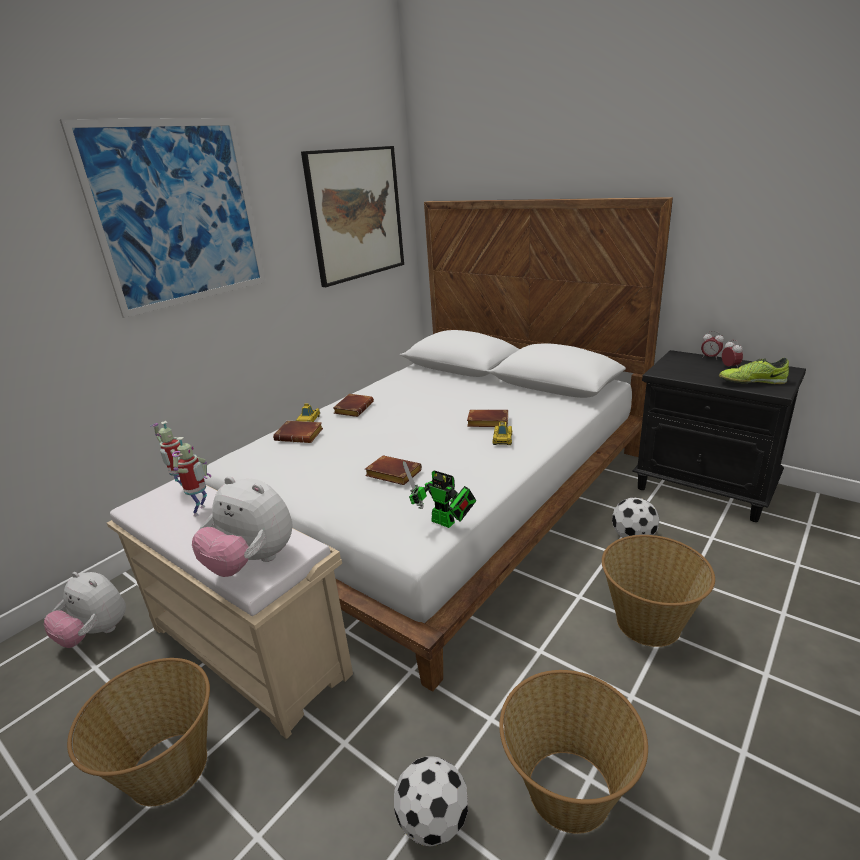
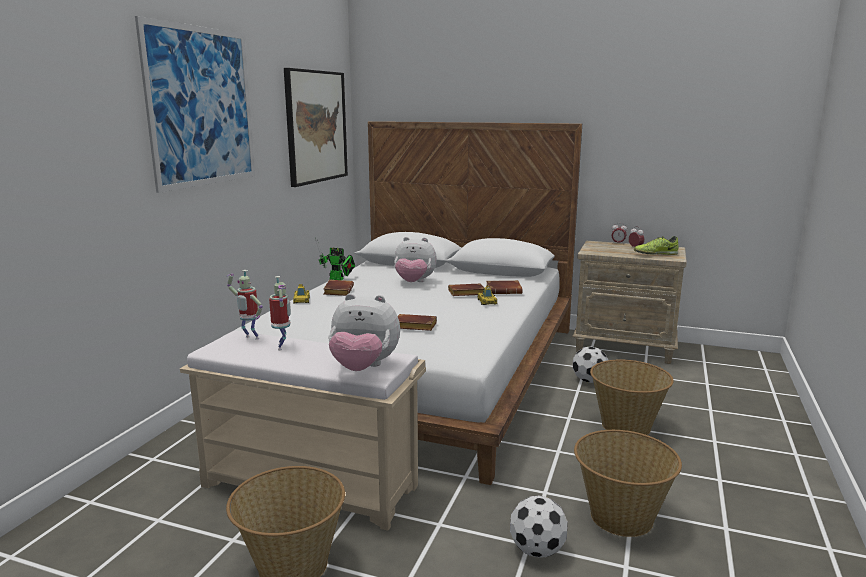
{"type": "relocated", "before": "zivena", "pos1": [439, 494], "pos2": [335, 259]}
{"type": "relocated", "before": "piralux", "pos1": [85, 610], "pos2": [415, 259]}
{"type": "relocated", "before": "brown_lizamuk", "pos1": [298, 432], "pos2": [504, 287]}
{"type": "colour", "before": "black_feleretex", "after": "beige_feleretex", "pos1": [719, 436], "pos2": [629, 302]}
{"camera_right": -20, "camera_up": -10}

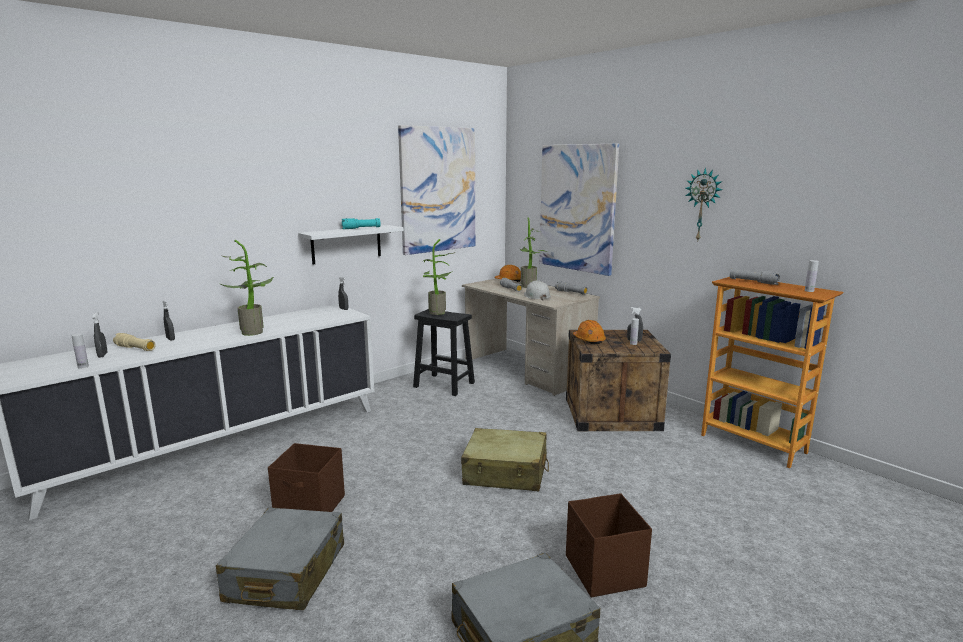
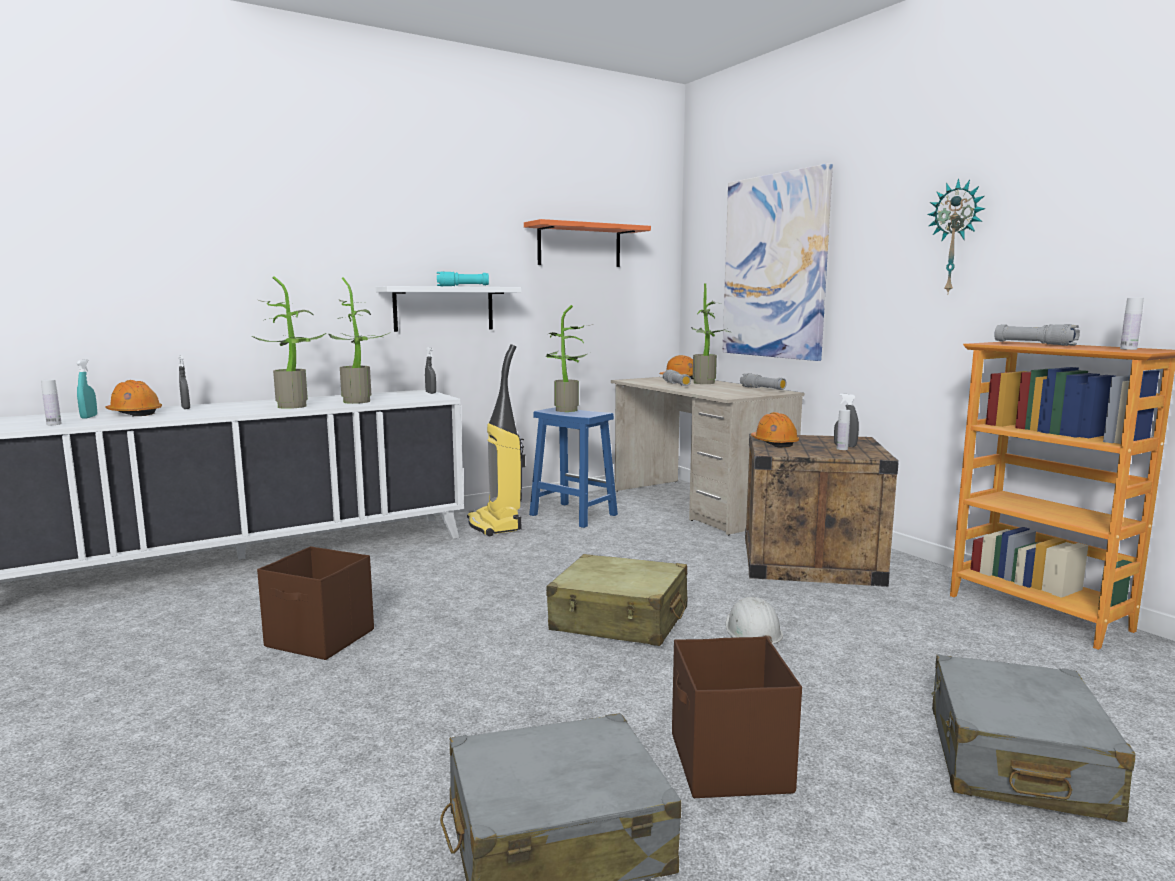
{"type": "colour", "before": "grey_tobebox", "after": "turquoise_tobebox", "pos1": [99, 335], "pos2": [86, 389]}
{"type": "exchanged", "before": "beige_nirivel", "after": "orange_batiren", "pos1": [134, 342], "pos2": [133, 398]}
{"type": "appeared", "after": "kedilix", "pos2": [358, 340]}
{"type": "appeared", "after": "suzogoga", "pos2": [496, 440]}
{"type": "exchanged", "before": "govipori", "after": "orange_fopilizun", "pos1": [436, 190], "pos2": [587, 243]}
{"type": "colour", "before": "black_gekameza", "after": "blue_gekameza", "pos1": [444, 352], "pos2": [573, 467]}
{"type": "relocated", "before": "white_batiren", "pos1": [537, 290], "pos2": [754, 620]}
{"type": "relocated", "before": "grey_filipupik", "pos1": [280, 558], "pos2": [1034, 738]}
{"camera_right": 10, "camera_up": -5}

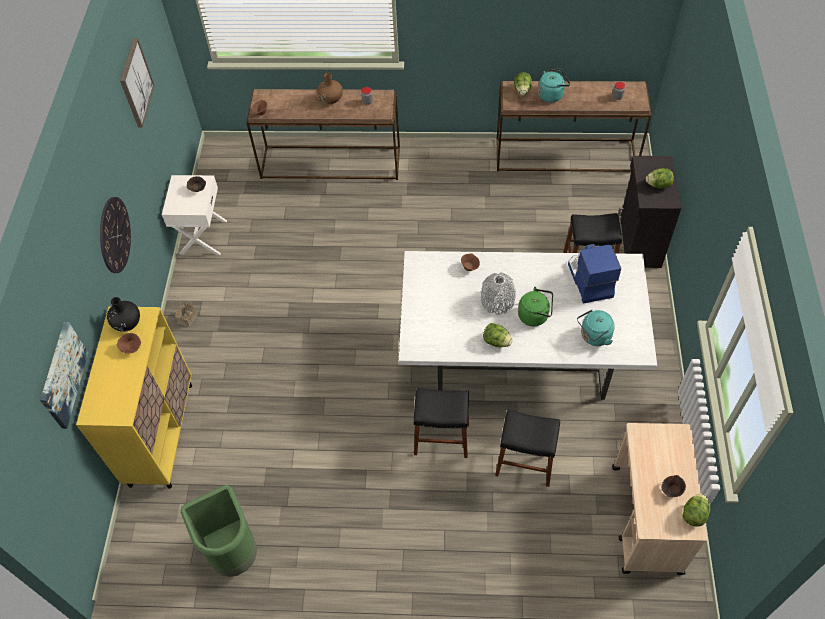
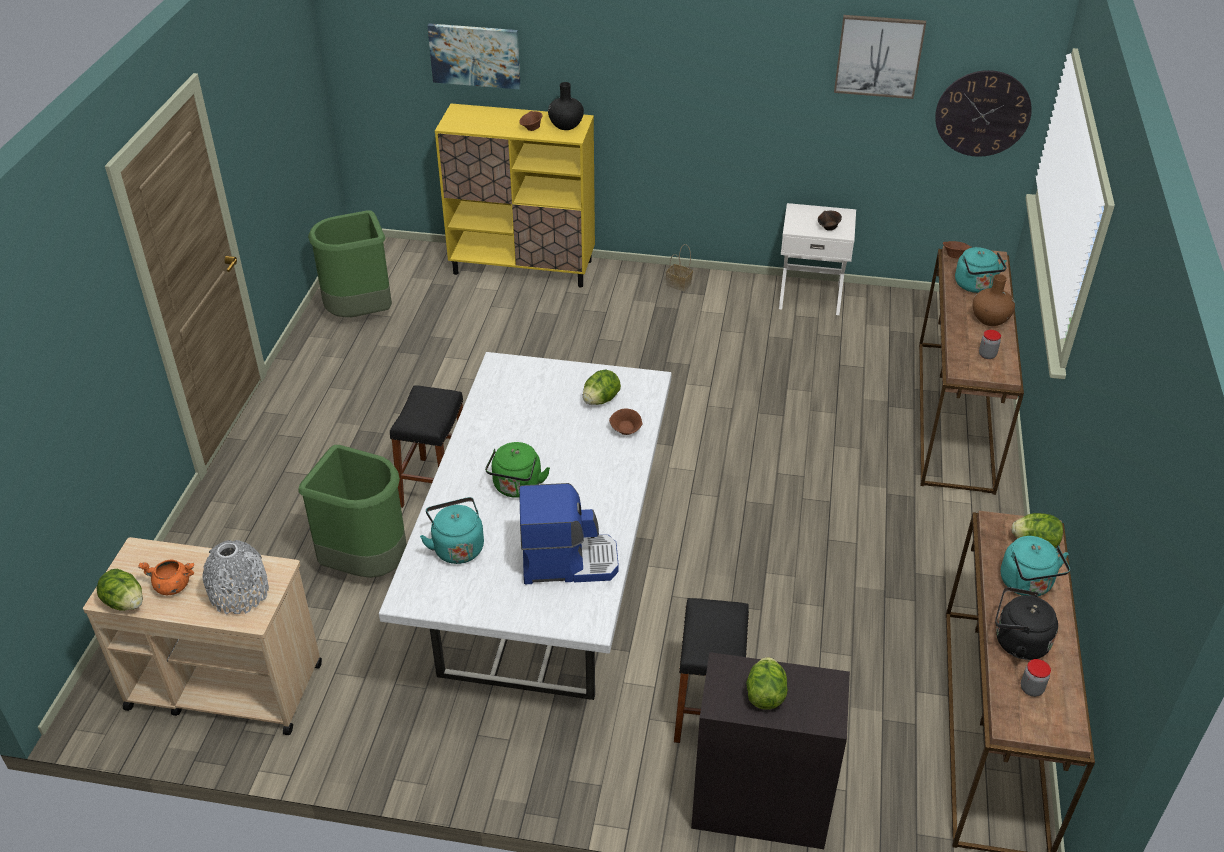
{"type": "exchanged", "before": "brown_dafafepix", "after": "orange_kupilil", "pos1": [674, 486], "pos2": [166, 577]}
{"type": "relocated", "before": "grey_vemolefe", "pos1": [498, 294], "pos2": [235, 577]}
{"type": "exchanged", "before": "black_gekameza", "after": "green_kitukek", "pos1": [527, 448], "pos2": [352, 511]}
{"type": "relocated", "before": "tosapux", "pos1": [497, 335], "pos2": [602, 387]}
{"type": "relocated", "before": "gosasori", "pos1": [115, 235], "pos2": [983, 113]}
{"type": "appeared", "after": "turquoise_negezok", "pos2": [981, 270]}
{"type": "appeared", "after": "black_negezok", "pos2": [1026, 623]}
{"camera_right": 95, "camera_up": -15}

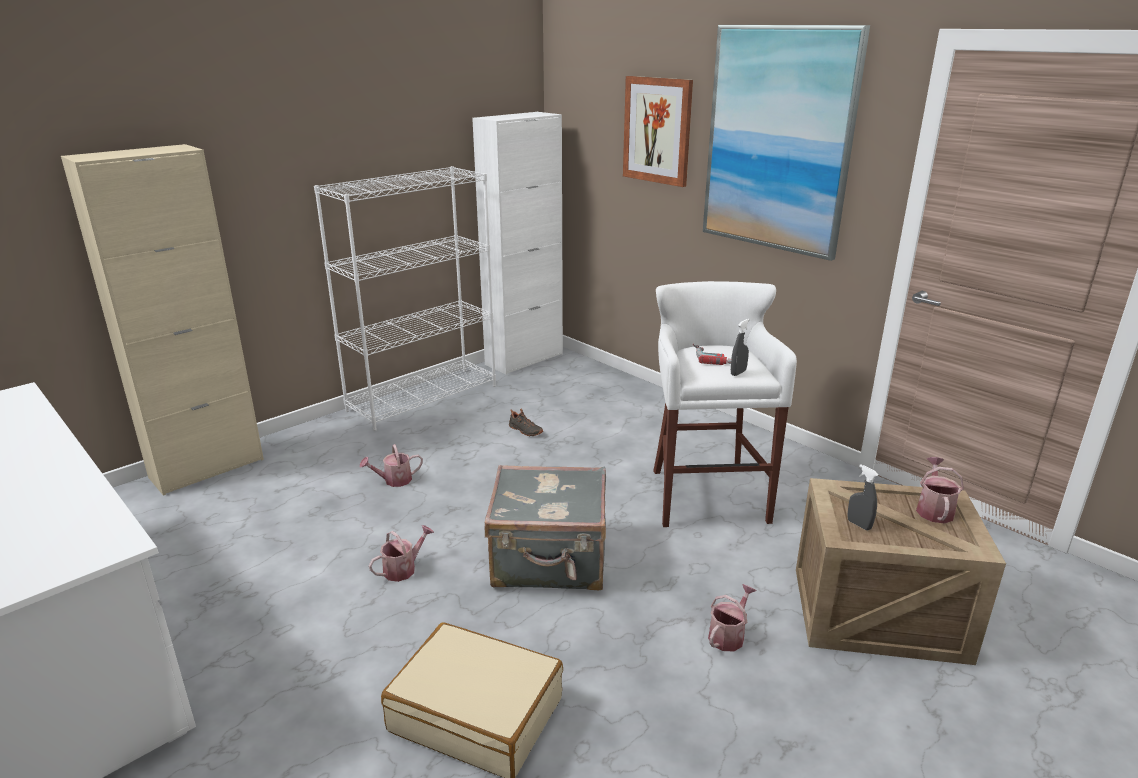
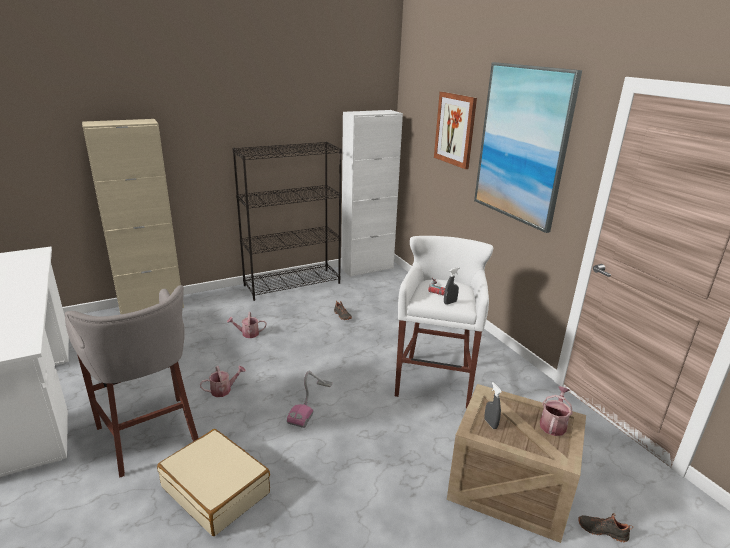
{"type": "appeared", "after": "grey_gekameza", "pos2": [131, 381]}
{"type": "colour", "before": "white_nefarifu", "after": "black_nefarifu", "pos1": [405, 298], "pos2": [287, 221]}
{"type": "exchanged", "before": "grey_filipupik", "after": "suzogoga", "pos1": [545, 527], "pos2": [310, 399]}
{"type": "appeared", "after": "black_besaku", "pos2": [605, 527]}
{"type": "missing", "before": "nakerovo", "pos1": [732, 617]}
{"camera_right": 15, "camera_up": 0}

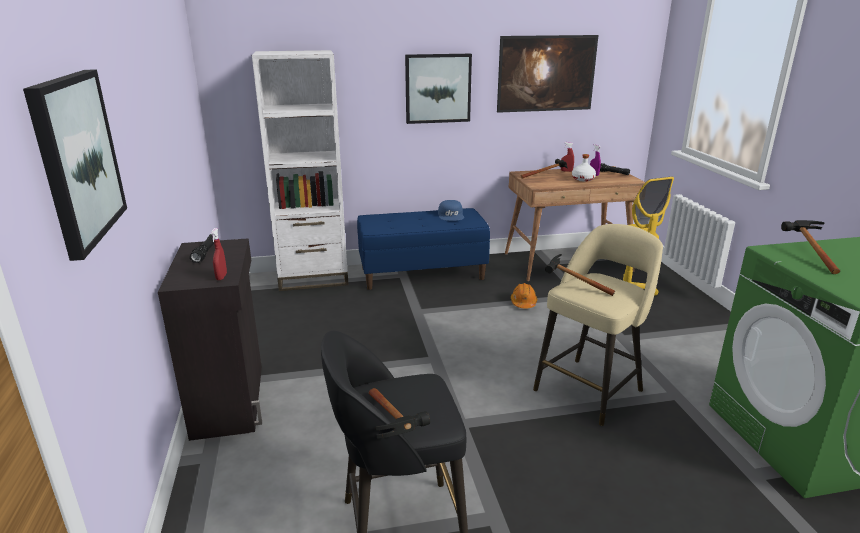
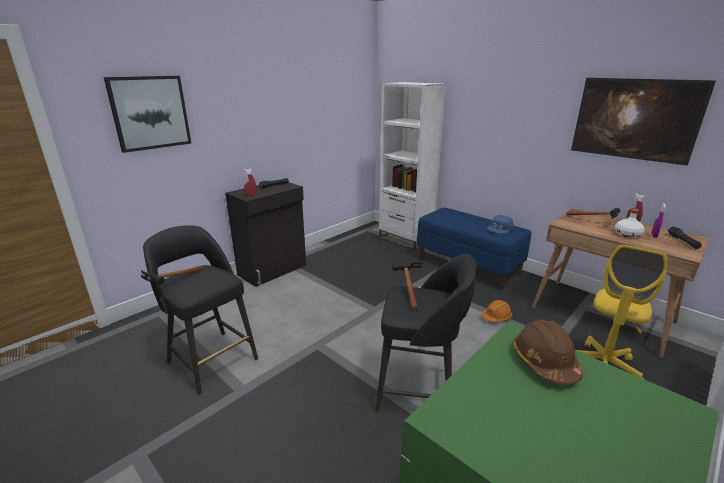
{"type": "colour", "before": "beige_gekameza", "after": "black_gekameza", "pos1": [598, 325], "pos2": [426, 332]}
{"type": "exchanged", "before": "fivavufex", "after": "brown_batiren", "pos1": [810, 247], "pos2": [548, 352]}
{"type": "missing", "before": "govipori", "pos1": [438, 89]}
{"camera_right": 55, "camera_up": 0}

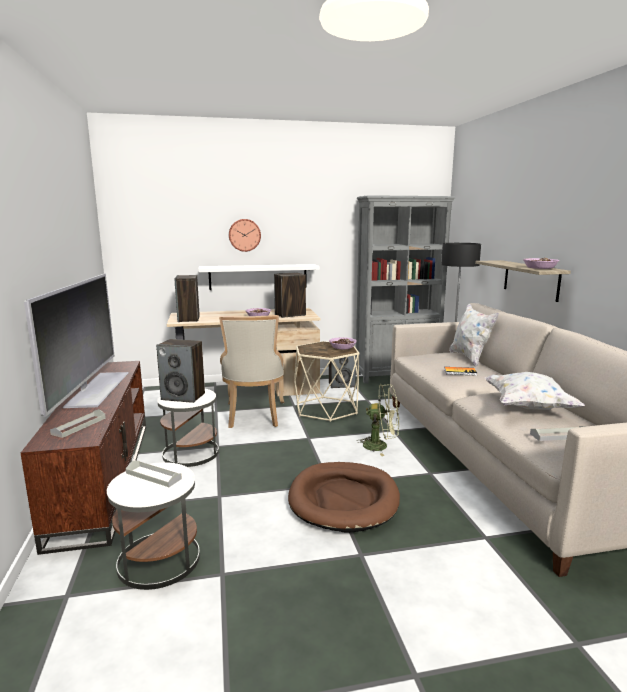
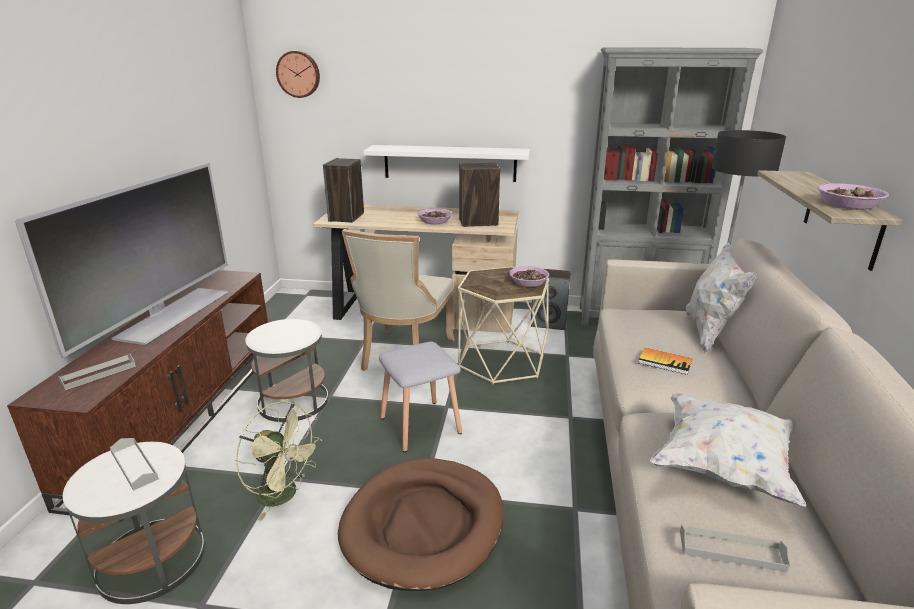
{"type": "relocated", "before": "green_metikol", "pos1": [377, 420], "pos2": [279, 460]}
{"type": "relocated", "before": "gosasori", "pos1": [245, 235], "pos2": [298, 74]}
{"type": "appeared", "after": "grey_gekameza", "pos2": [420, 397]}
{"type": "missing", "before": "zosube", "pos1": [180, 371]}
{"camera_right": 20, "camera_up": 10}

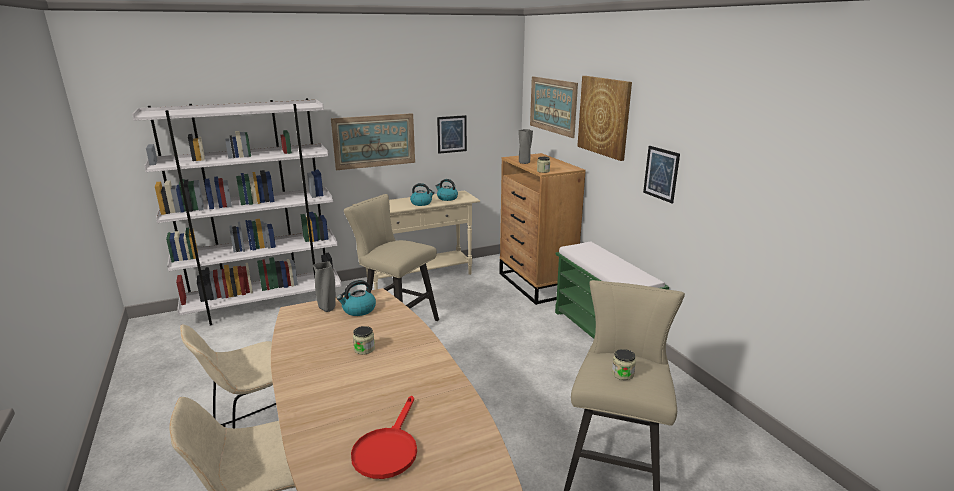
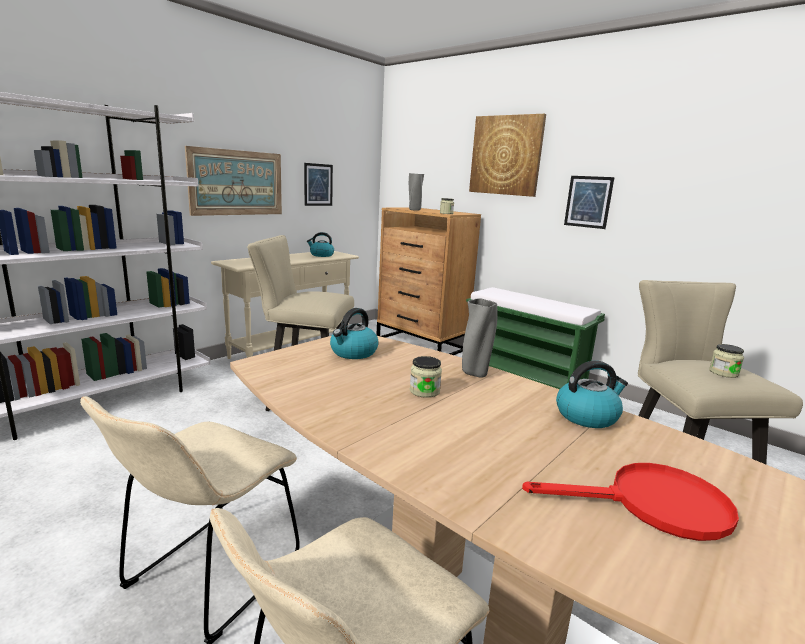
{"type": "relocated", "before": "grey_vemolefe", "pos1": [324, 286], "pos2": [480, 337]}
{"type": "spun", "before": "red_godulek", "pos1": [384, 437], "pos2": [630, 502], "turn": -75}
{"type": "relocated", "before": "negezok", "pos1": [422, 194], "pos2": [592, 394]}
{"type": "missing", "before": "govipori", "pos1": [554, 107]}
{"camera_right": -25, "camera_up": -5}

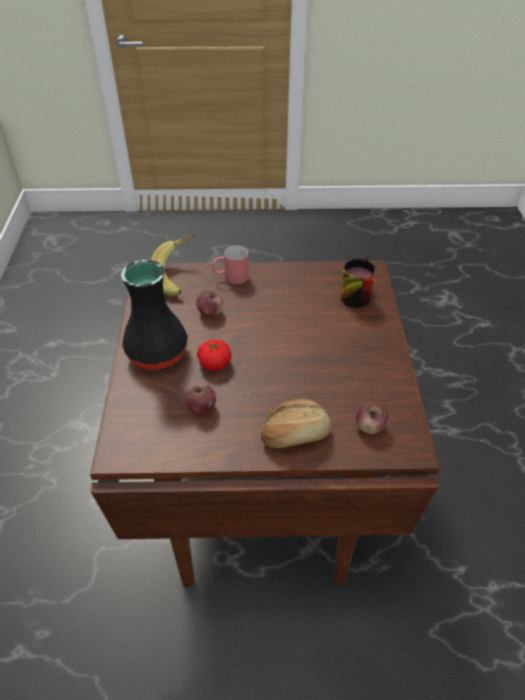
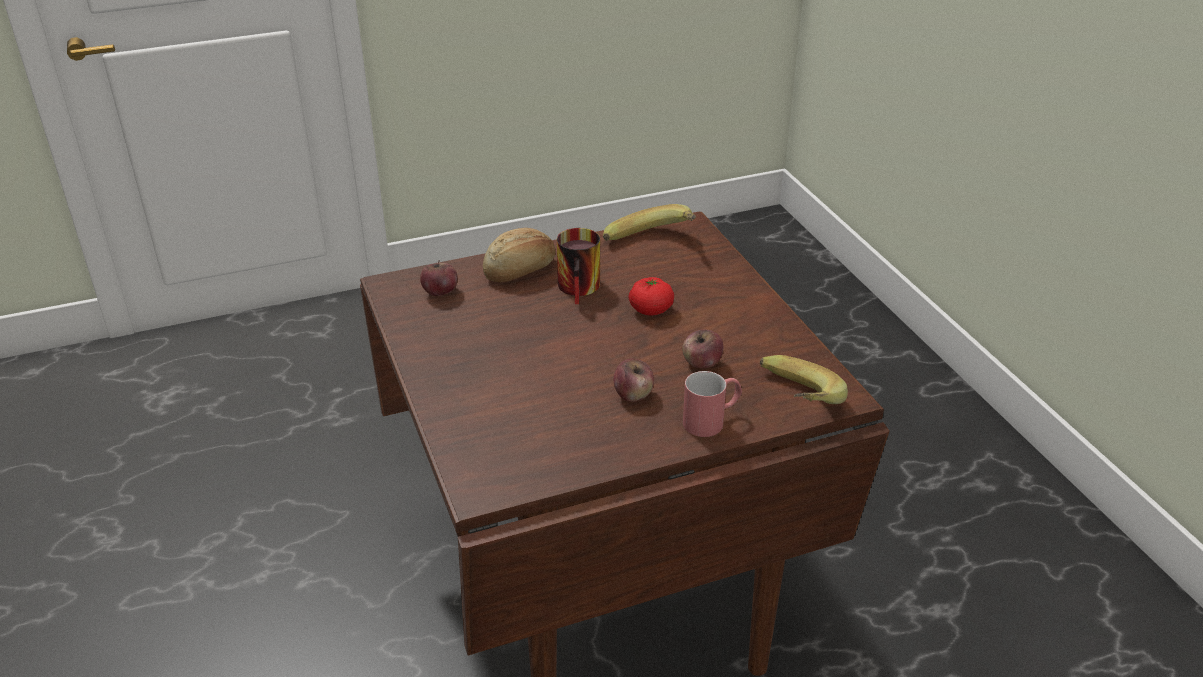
{"type": "relocated", "before": "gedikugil", "pos1": [358, 282], "pos2": [578, 266]}
{"type": "appeared", "after": "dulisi", "pos2": [649, 222]}
{"type": "relocated", "before": "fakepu", "pos1": [200, 399], "pos2": [633, 380]}
{"type": "missing", "before": "black_vemolefe", "pos1": [154, 315]}
{"camera_right": 160, "camera_up": -10}

